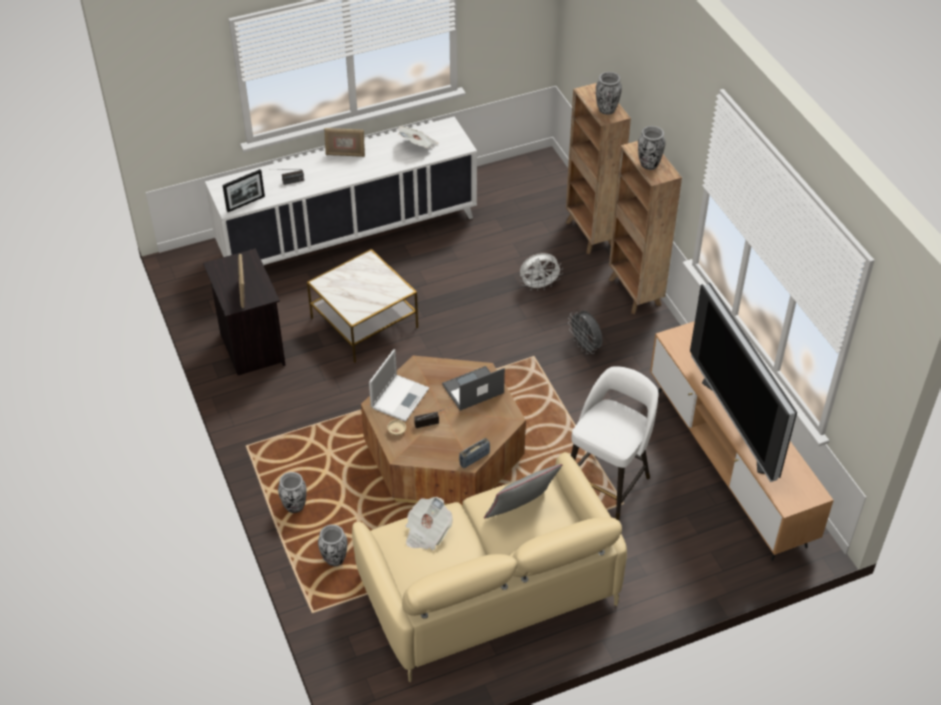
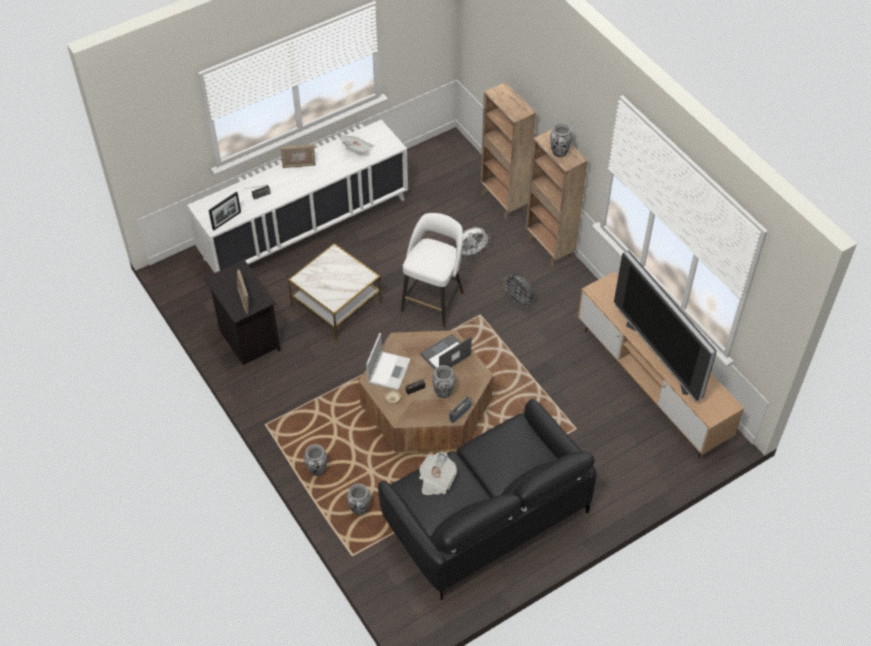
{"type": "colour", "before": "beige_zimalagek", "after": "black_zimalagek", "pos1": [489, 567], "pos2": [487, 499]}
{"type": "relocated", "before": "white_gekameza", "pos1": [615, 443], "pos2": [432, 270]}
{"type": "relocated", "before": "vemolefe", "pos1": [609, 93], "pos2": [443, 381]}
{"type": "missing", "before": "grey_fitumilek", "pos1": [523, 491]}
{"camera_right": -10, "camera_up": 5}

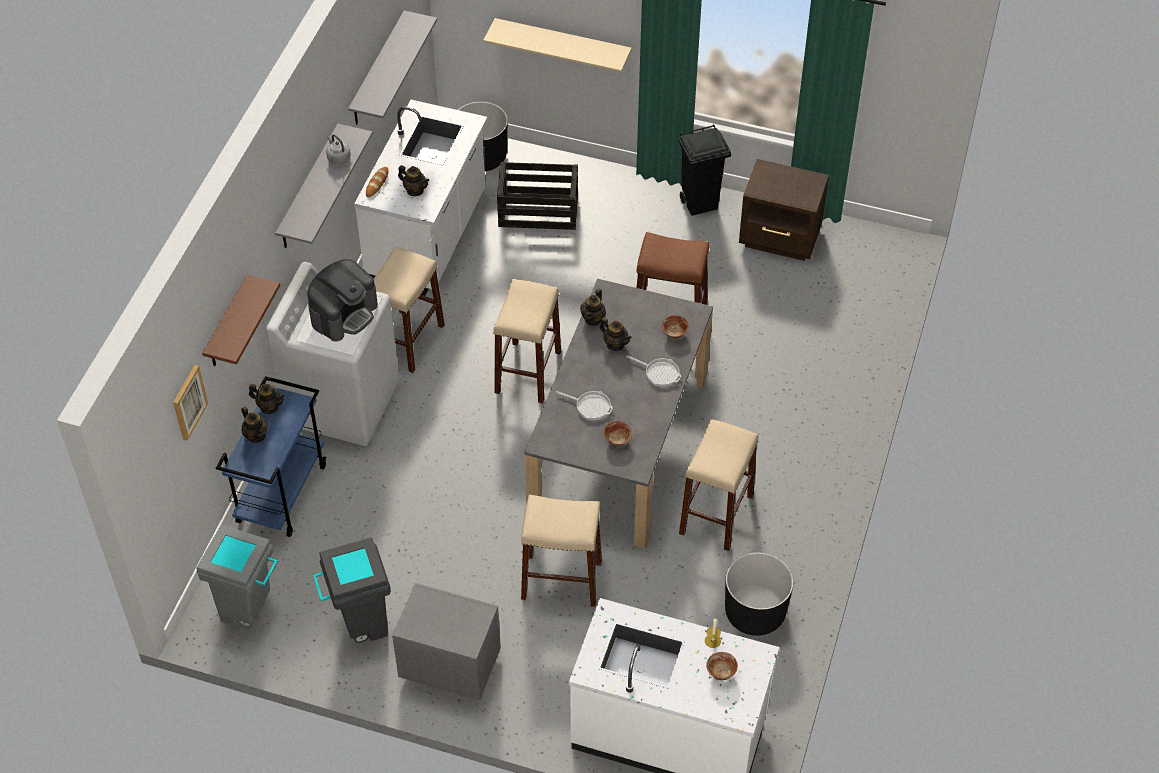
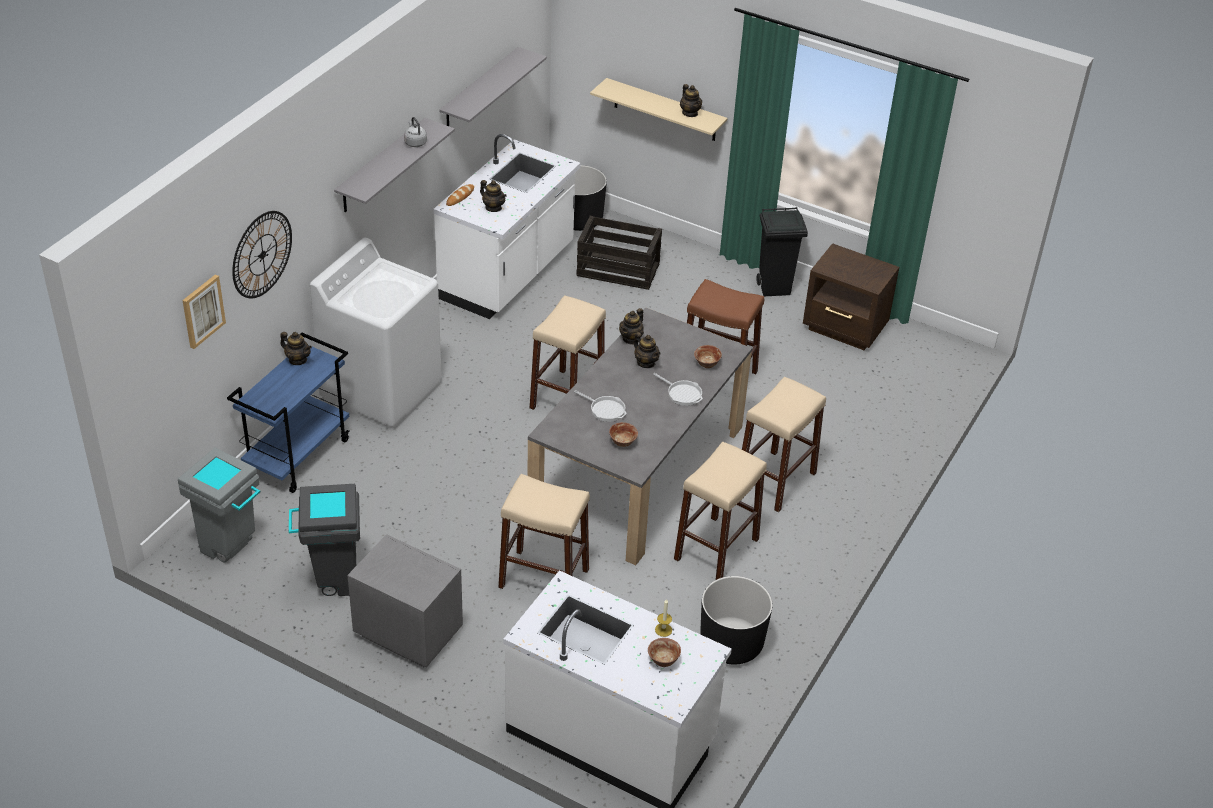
{"type": "exchanged", "before": "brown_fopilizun", "after": "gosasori", "pos1": [241, 321], "pos2": [262, 254]}
{"type": "relocated", "before": "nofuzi", "pos1": [254, 425], "pos2": [691, 100]}
{"type": "relocated", "before": "beige_gekameza", "pos1": [409, 310], "pos2": [784, 444]}
{"type": "missing", "before": "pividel", "pos1": [342, 300]}
{"camera_right": 10, "camera_up": -10}

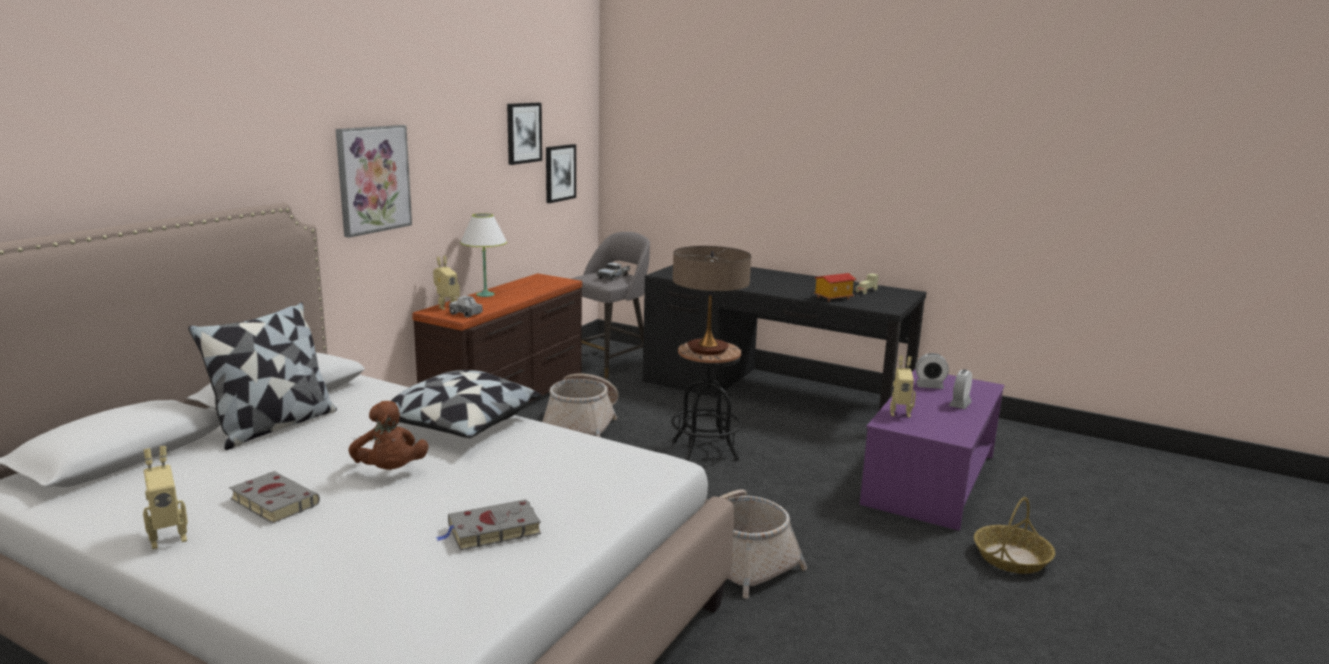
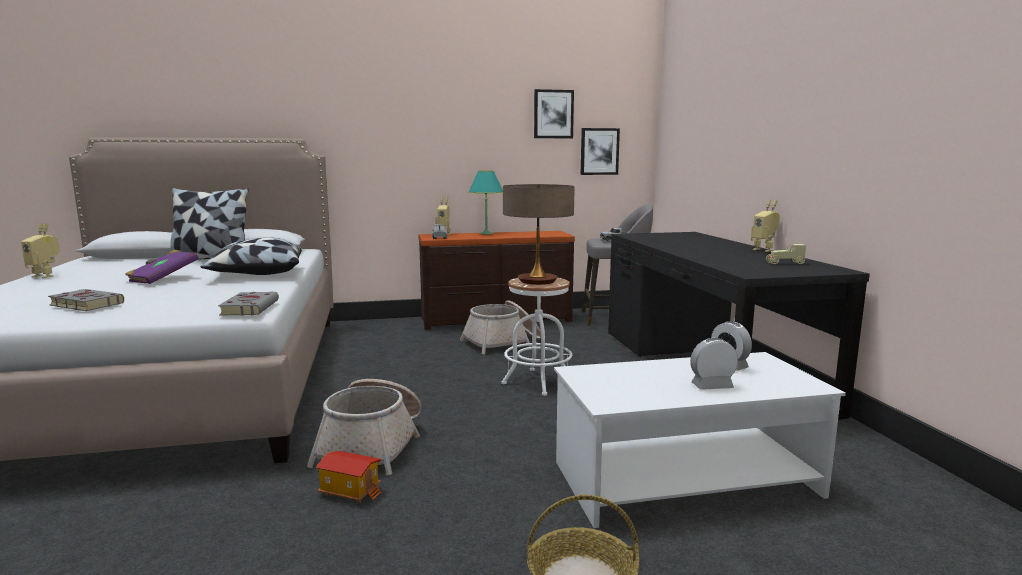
{"type": "exchanged", "before": "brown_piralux", "after": "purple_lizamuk", "pos1": [388, 435], "pos2": [162, 267]}
{"type": "relocated", "before": "grey_lizamuk", "pos1": [274, 497], "pos2": [248, 304]}
{"type": "relocated", "before": "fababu", "pos1": [835, 287], "pos2": [348, 477]}
{"type": "colour", "before": "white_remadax", "after": "turquoise_remadax", "pos1": [483, 255], "pos2": [486, 202]}
{"type": "colour", "before": "black_gekameza", "after": "white_gekameza", "pos1": [706, 401], "pos2": [536, 337]}
{"type": "colour", "before": "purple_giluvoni", "after": "white_giluvoni", "pos1": [932, 450], "pos2": [700, 440]}
{"type": "relocated", "before": "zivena", "pos1": [903, 386], "pos2": [765, 225]}
{"type": "missing", "before": "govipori", "pos1": [374, 181]}
{"camera_right": 50, "camera_up": -5}

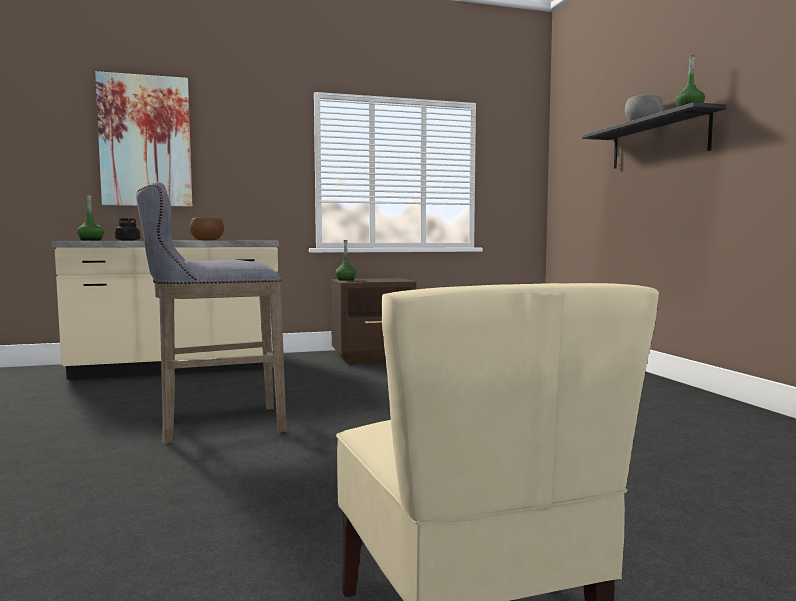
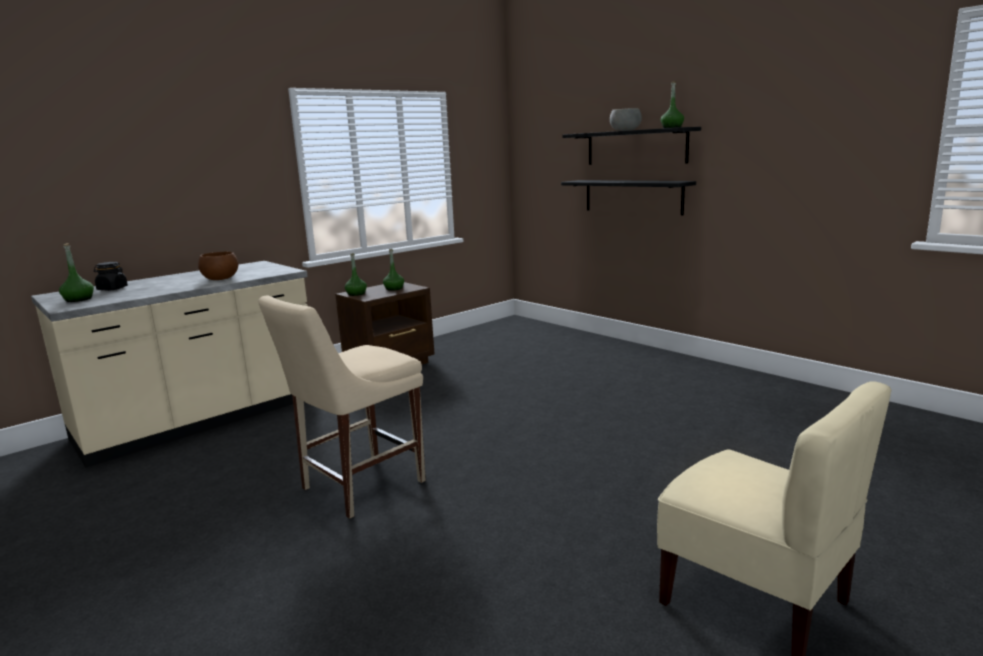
{"type": "exchanged", "before": "grey_gekameza", "after": "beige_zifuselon", "pos1": [211, 313], "pos2": [342, 407]}
{"type": "appeared", "after": "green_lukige", "pos2": [393, 270]}
{"type": "appeared", "after": "black_fopilizun", "pos2": [628, 197]}
{"type": "missing", "before": "govipori", "pos1": [143, 139]}
{"camera_right": -25, "camera_up": 10}

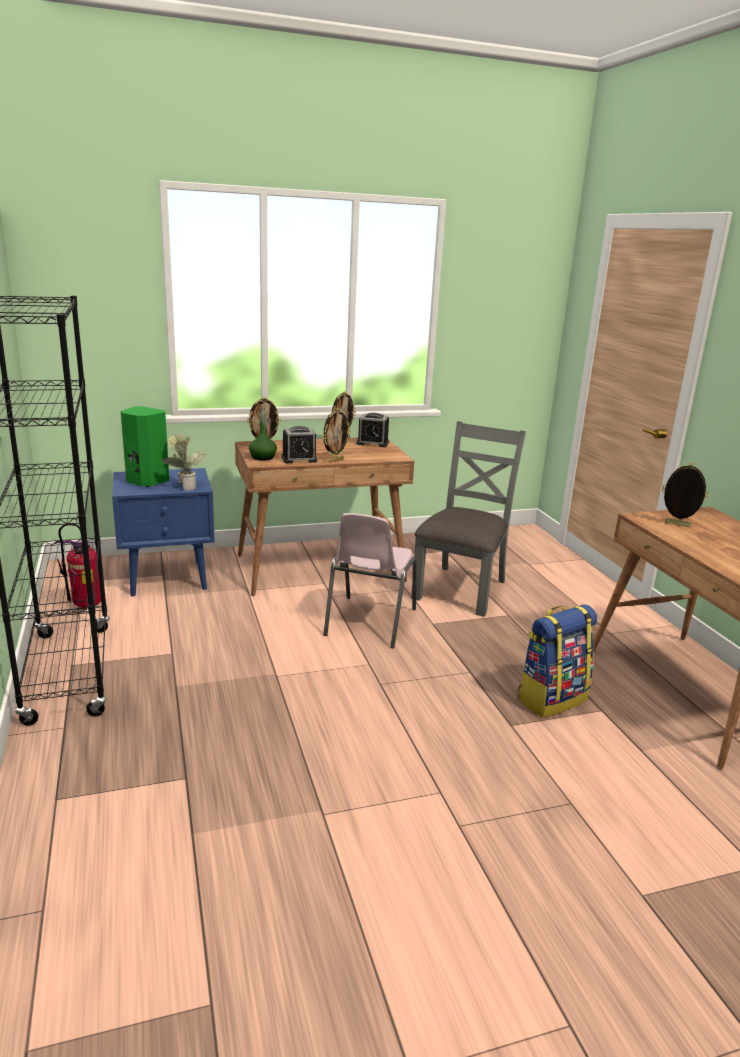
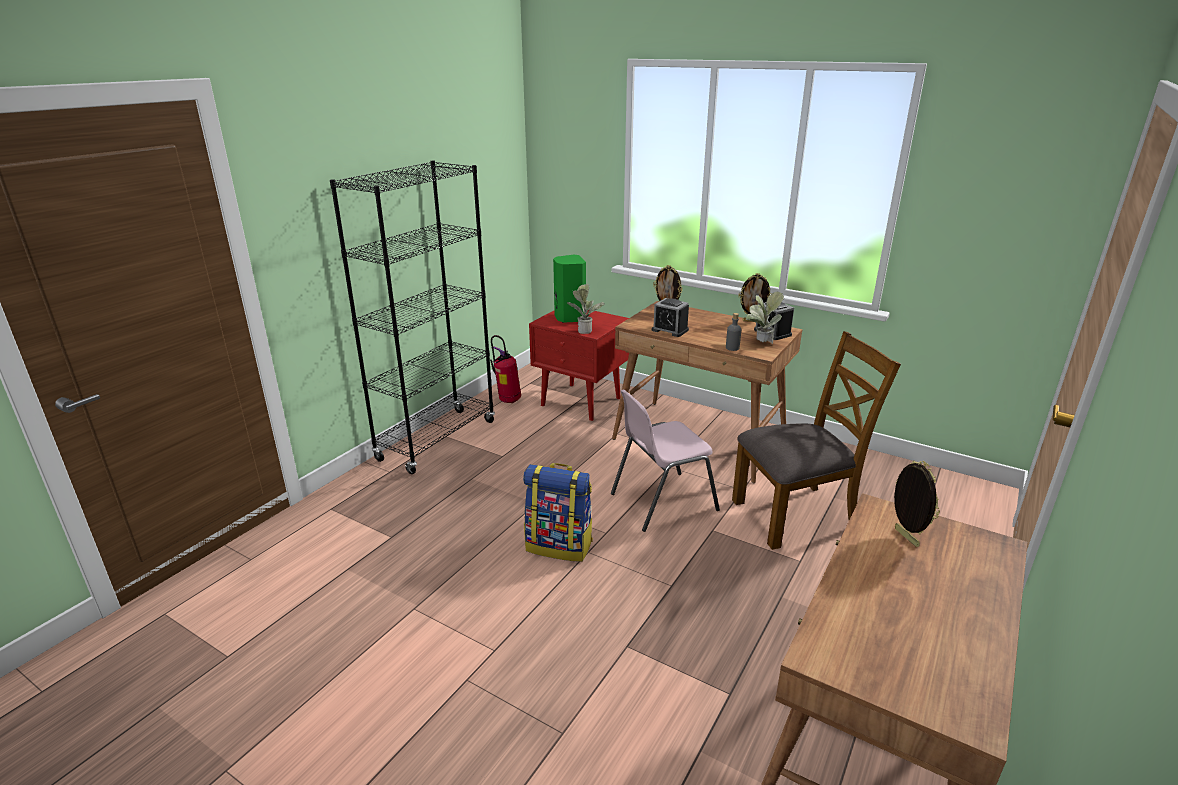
{"type": "relocated", "before": "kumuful", "pos1": [557, 661], "pos2": [558, 512]}
{"type": "colour", "before": "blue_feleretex", "after": "red_feleretex", "pos1": [163, 532], "pos2": [579, 365]}
{"type": "appeared", "after": "grey_lukige", "pos2": [733, 332]}
{"type": "colour", "before": "grey_zifuselon", "after": "brown_zifuselon", "pos1": [468, 519], "pos2": [816, 440]}
{"type": "appeared", "after": "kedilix", "pos2": [765, 318]}
{"type": "missing", "before": "green_lukige", "pos1": [263, 432]}
{"type": "missing", "before": "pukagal", "pos1": [337, 435]}
{"camera_right": 50, "camera_up": 5}

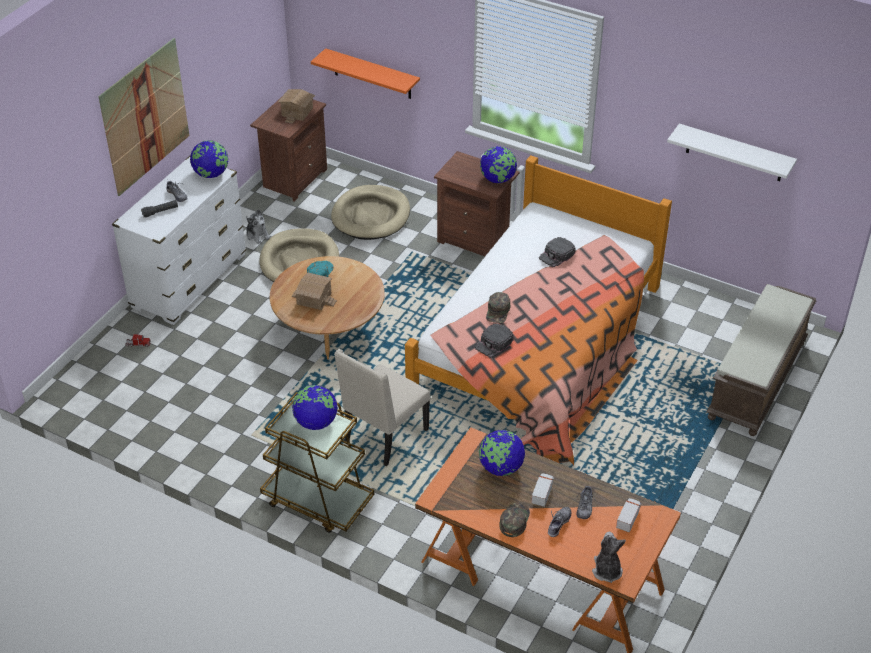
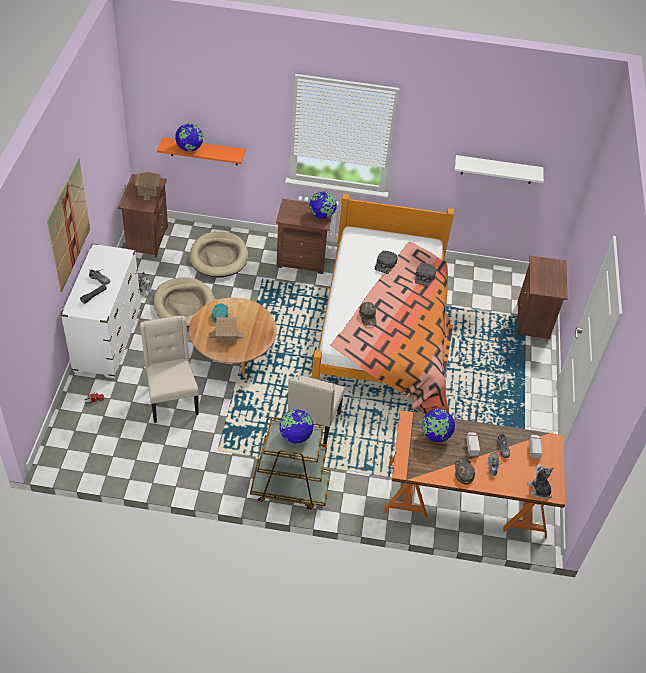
{"type": "appeared", "after": "beige_zifuselon", "pos2": [169, 369]}
{"type": "relocated", "before": "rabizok", "pos1": [209, 159], "pos2": [189, 137]}
{"type": "relocated", "before": "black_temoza", "pos1": [494, 340], "pos2": [425, 275]}
{"type": "exchanged", "before": "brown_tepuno", "after": "brown_feleretex", "pos1": [761, 360], "pos2": [542, 297]}
{"camera_right": -25, "camera_up": 5}

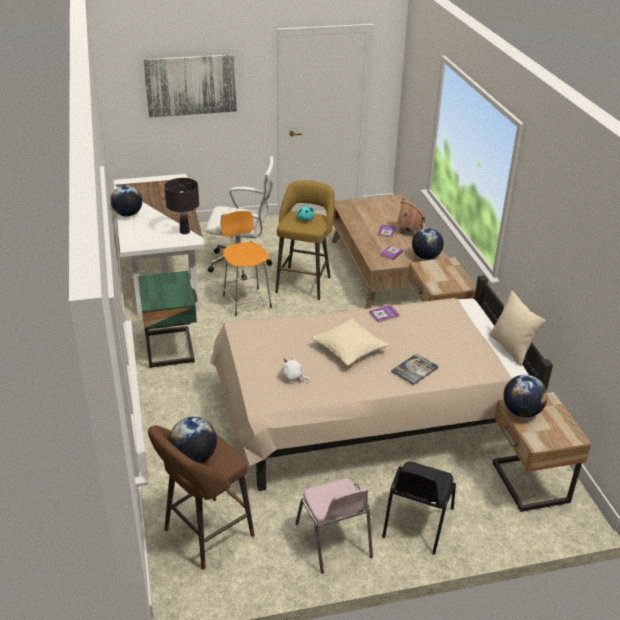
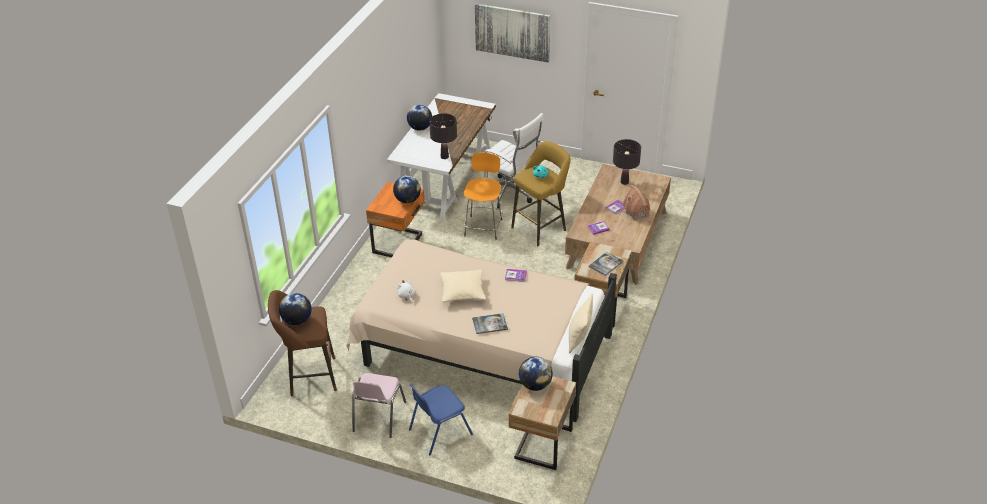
{"type": "colour", "before": "green_feleretex", "after": "orange_feleretex", "pos1": [168, 319], "pos2": [395, 219]}
{"type": "relocated", "before": "rabizok", "pos1": [428, 244], "pos2": [407, 189]}
{"type": "colour", "before": "black_zifuselon", "after": "blue_zifuselon", "pos1": [419, 508], "pos2": [441, 419]}
{"type": "appeared", "after": "lizamuk", "pos2": [606, 264]}
{"type": "appeared", "after": "black_remadax", "pos2": [627, 162]}
{"camera_right": 35, "camera_up": 5}

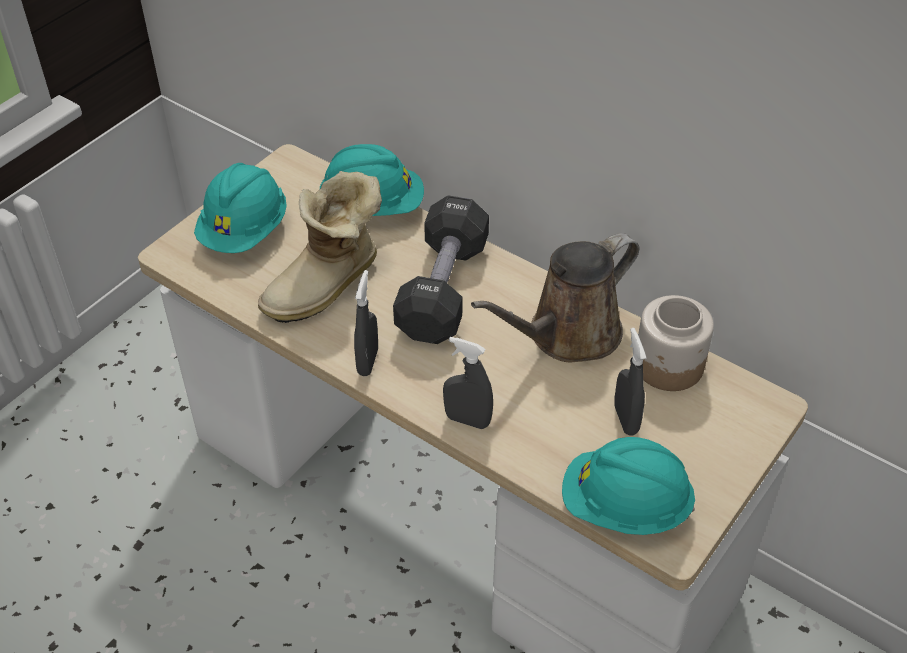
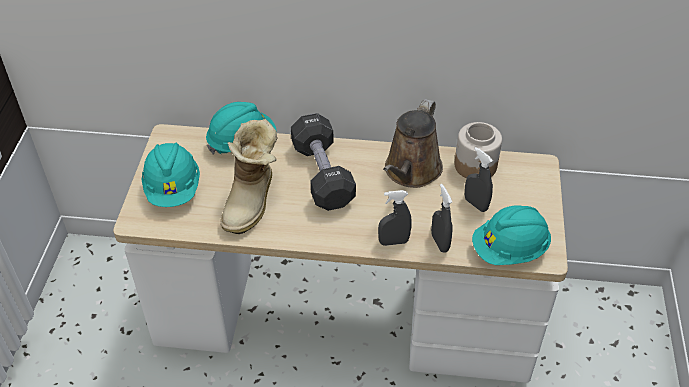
{"type": "relocated", "before": "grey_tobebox", "pos1": [366, 323], "pos2": [441, 218]}
{"camera_right": -30, "camera_up": 0}

